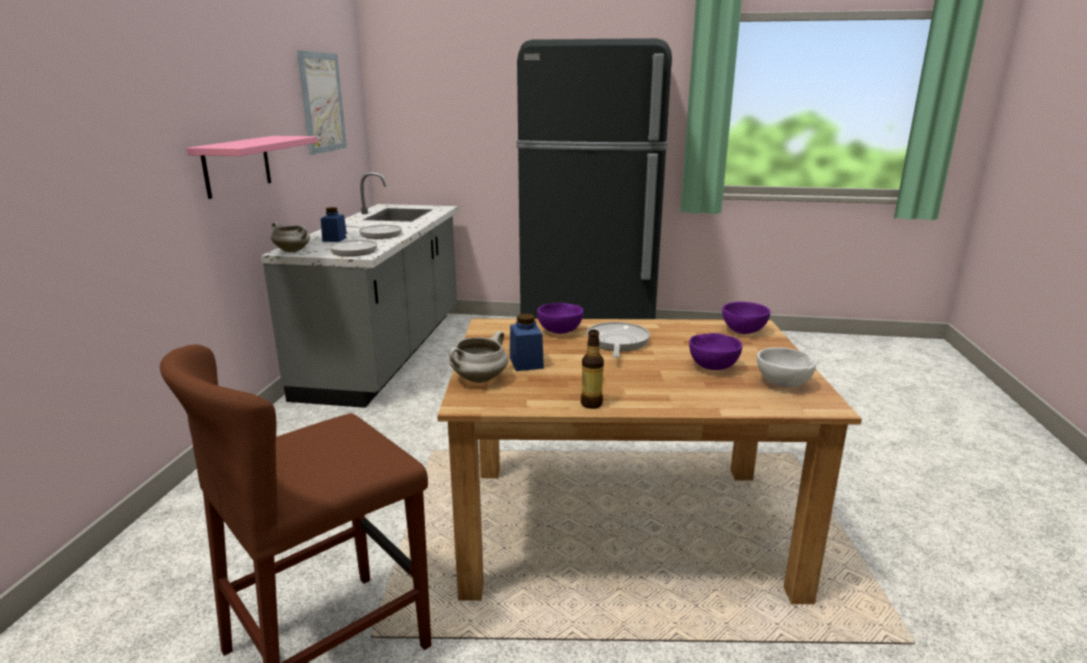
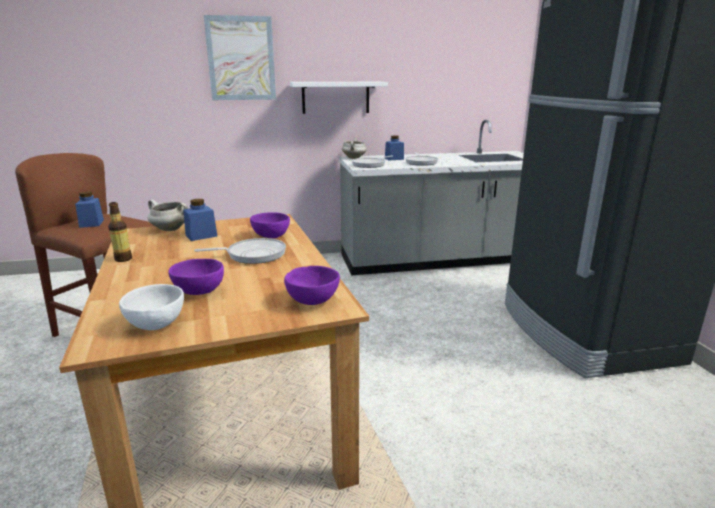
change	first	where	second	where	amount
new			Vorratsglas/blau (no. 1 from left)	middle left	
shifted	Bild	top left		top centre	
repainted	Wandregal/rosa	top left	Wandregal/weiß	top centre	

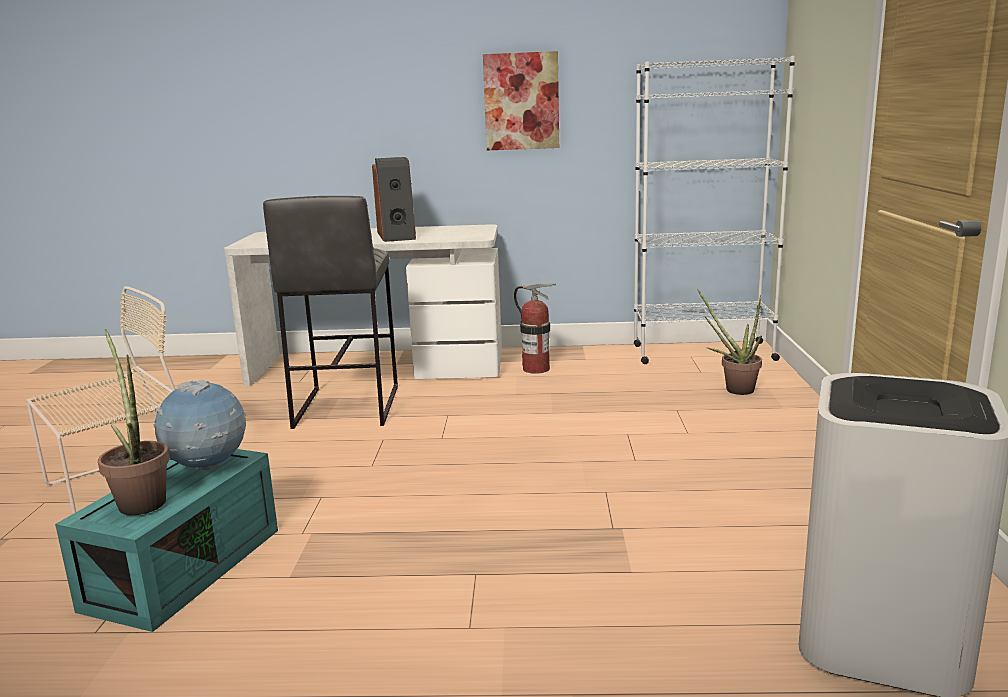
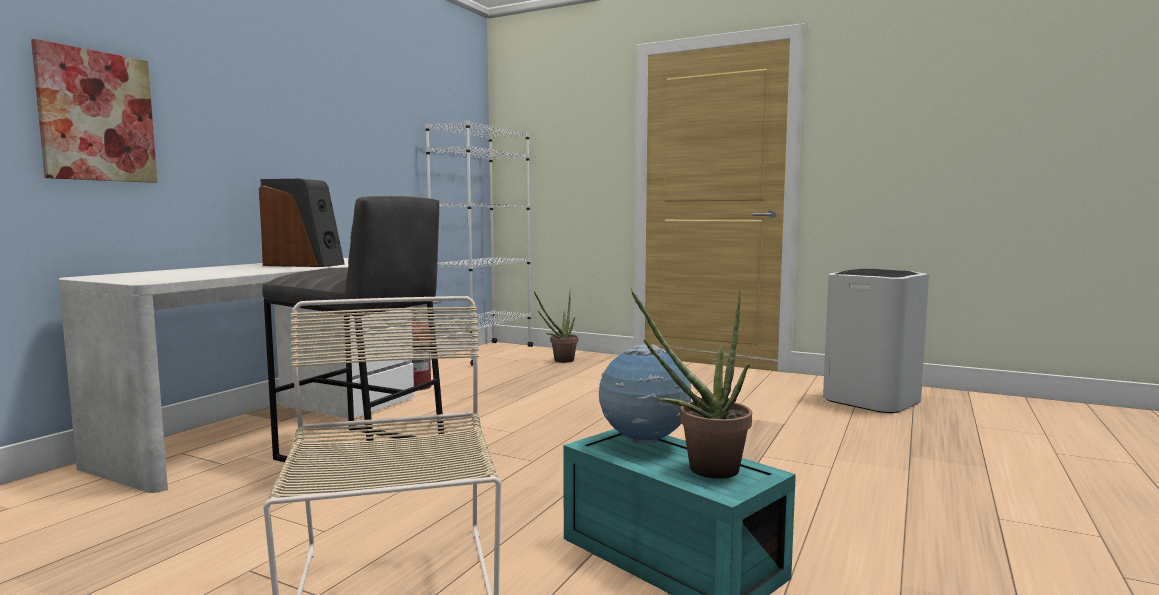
change	first	where	second	where	amount
shifted	Bild	top centre		top left	

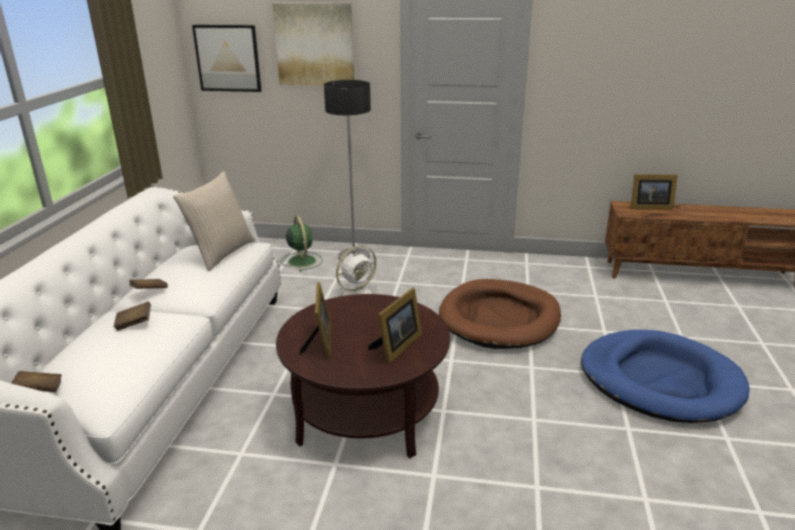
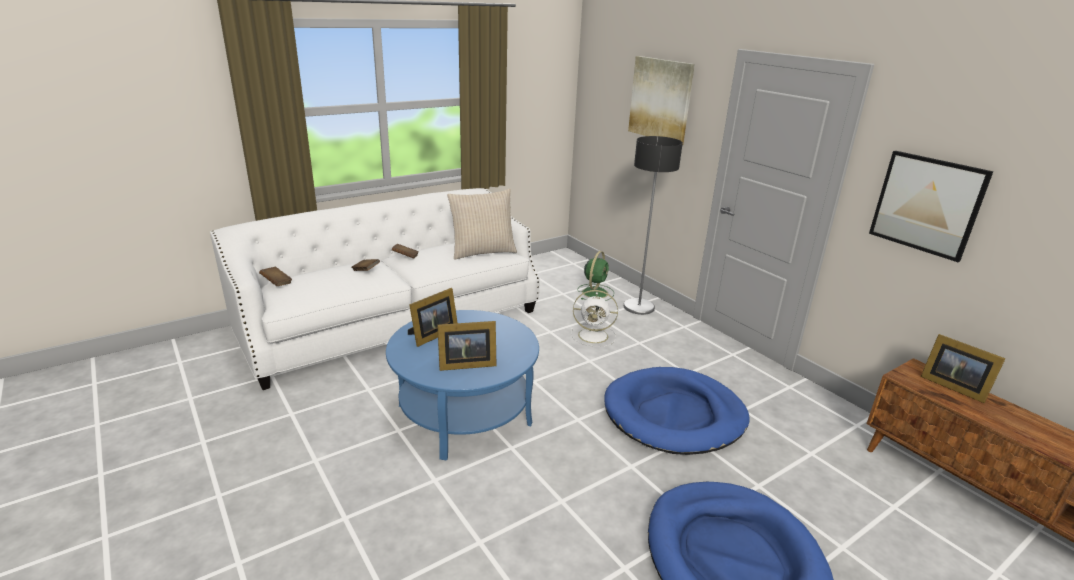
change	first	where	second	where	amount
repainted	Couchtisch/braun	bottom centre	Couchtisch/blau	centre	
repainted	Hundebett/braun	centre	Hundebett/blau (no. 1 from left)	bottom centre	
shifted	Bild (no. 1 from left in the first image)	top left	Bild (no. 2 from left)	middle right	

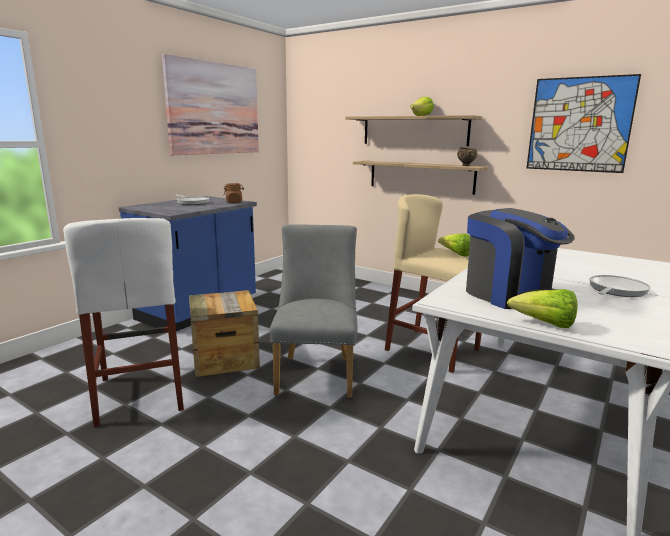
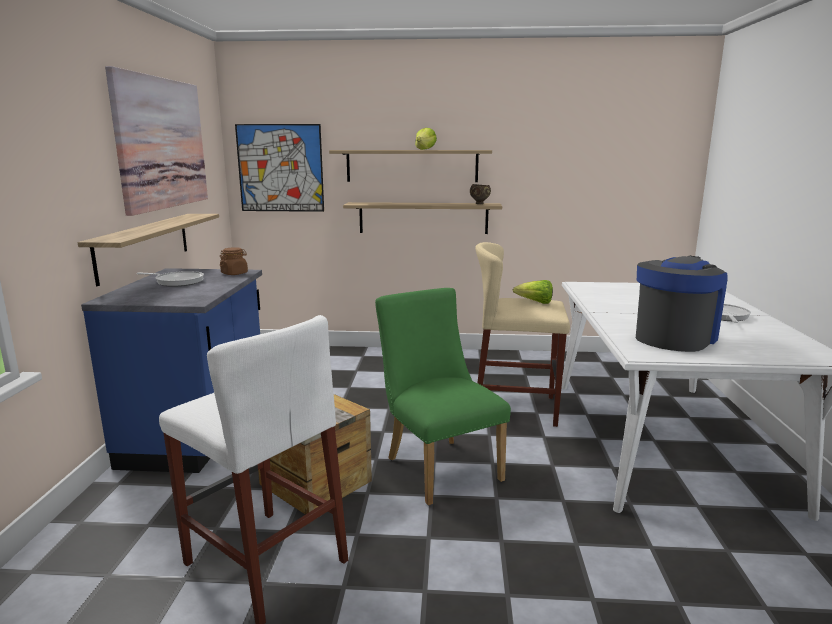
change	first	where	second	where	amount
new			Wandregal (no. 1 from left)	middle left	
shifted	Bild (no. 2 from left)	top right		top centre	
repainted	Stuhl/grau	centre	Stuhl/grün	centre	
rotated	Kaffeemaschine	middle right		middle right	75 degrees counterclockwise
gone	Salatkopf (no. 3 from left)	middle right			

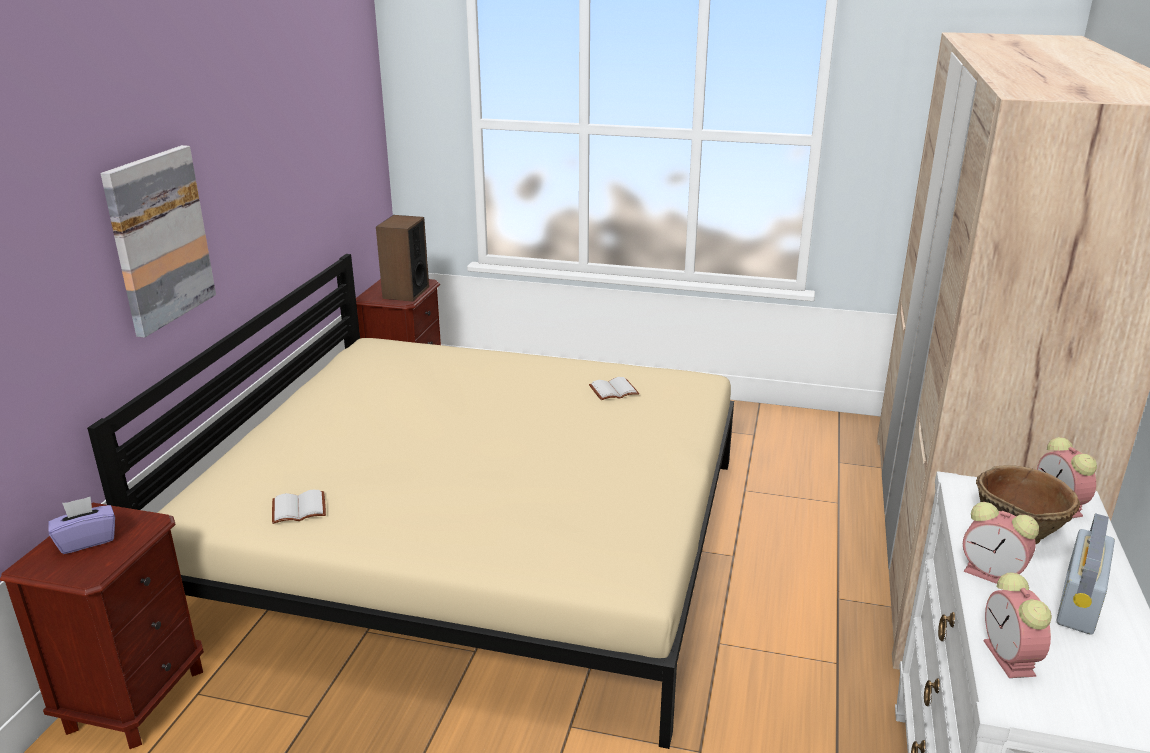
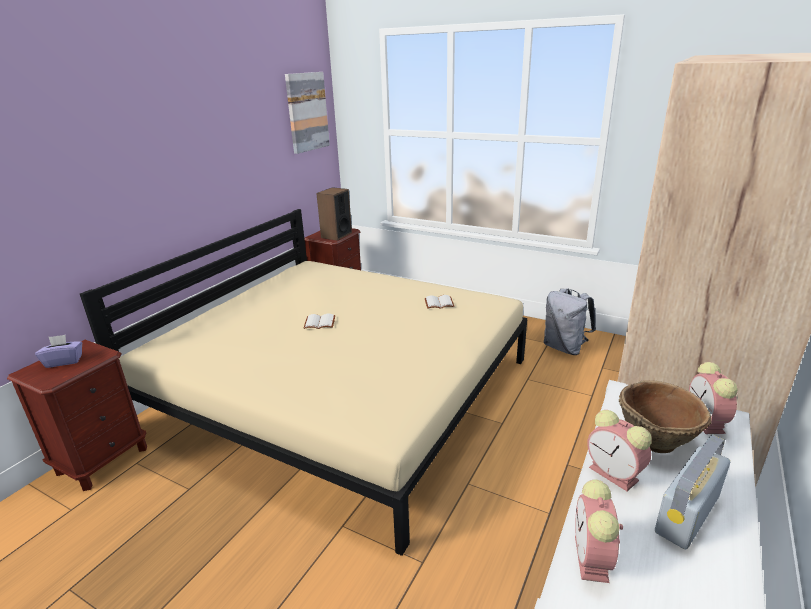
change	first	where	second	where	amount
shifted	Bild	top left		top centre	
shifted	Buch/weiß (no. 1 from left)	bottom left		centre	
new			Rucksack/grau	middle right	

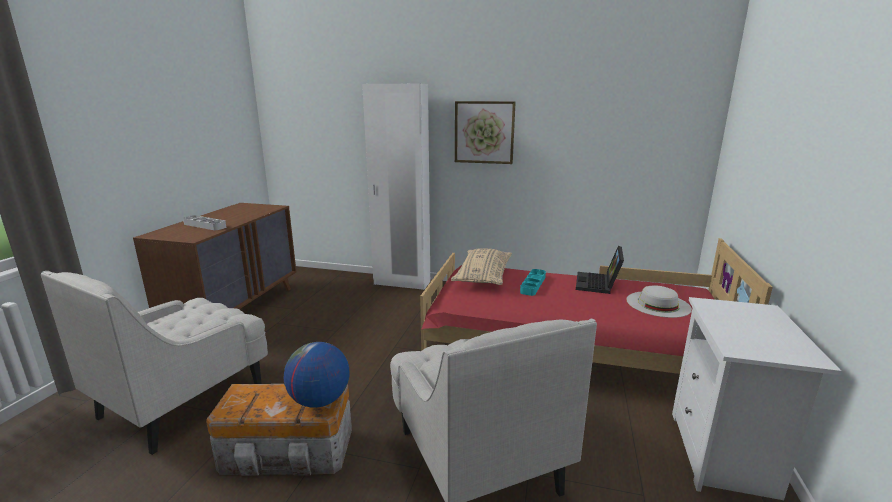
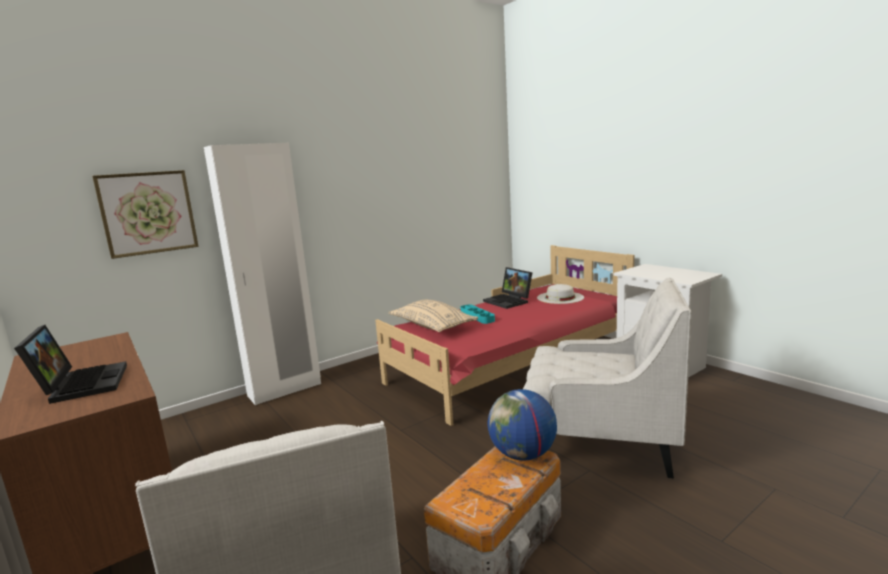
change	first	where	second	where	amount
swapped	Tablett/grau	middle left	Laptop (no. 1 from left)	middle left	
shifted	Bild	top centre		middle left	

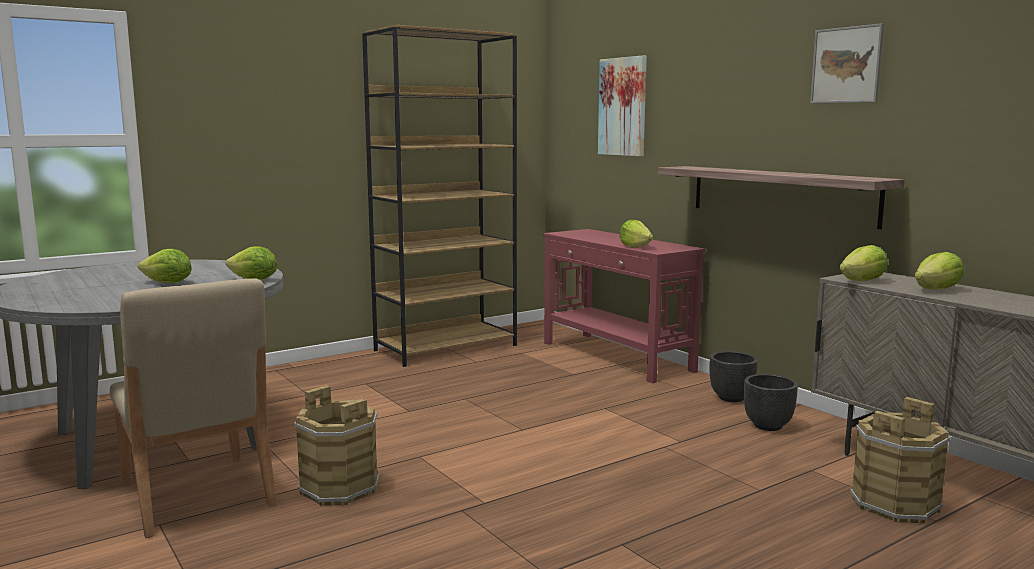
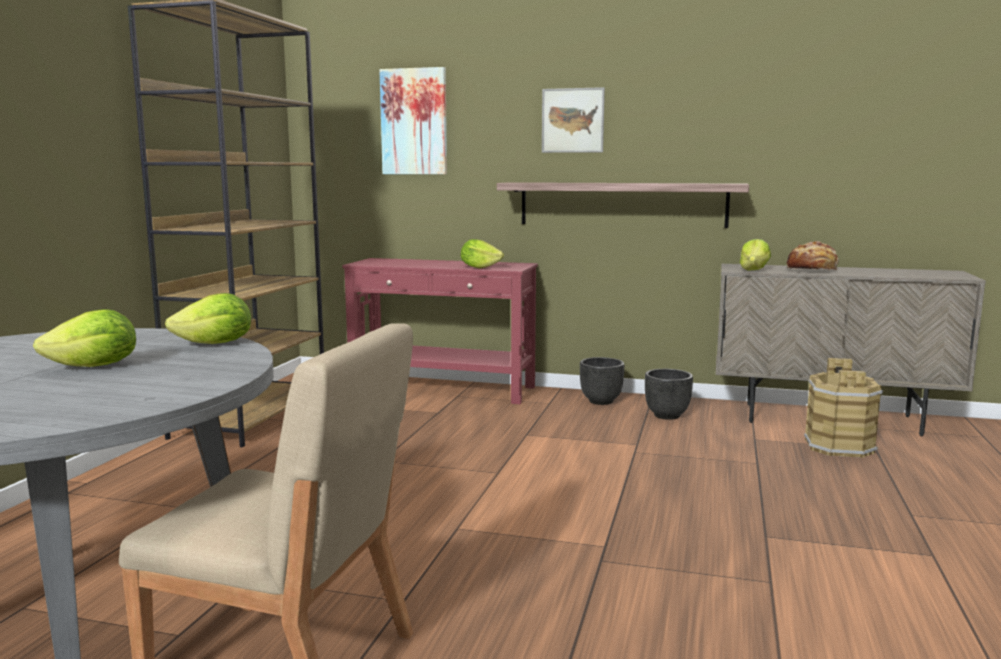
change	first	where	second	where	amount
shifted	Bild (no. 2 from left)	top right		top centre	
swapped	Salatkopf (no. 5 from left)	middle right	Brot	middle right	
gone	Eimer/braun (no. 1 from left)	bottom left			

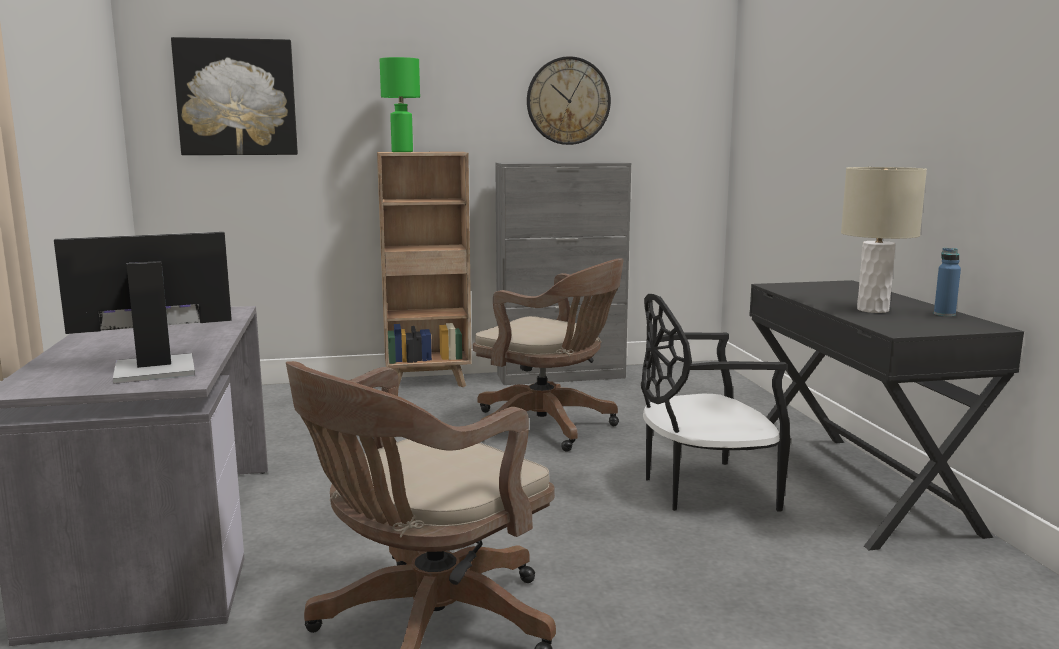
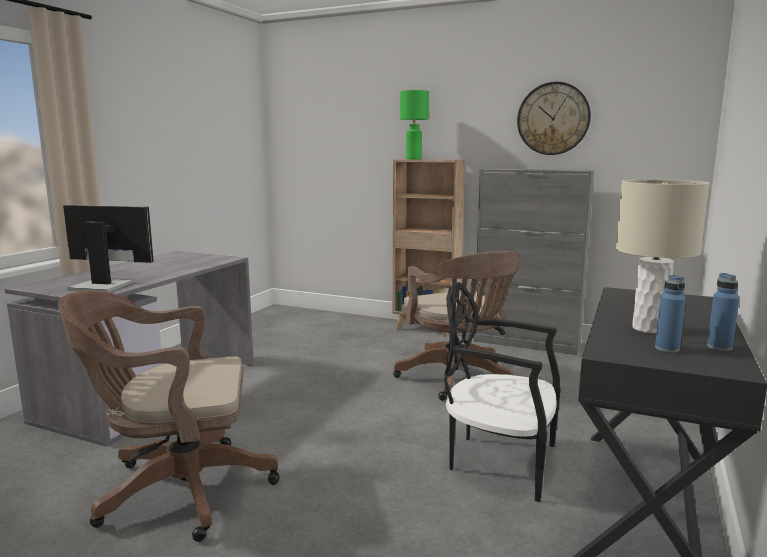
change	first	where	second	where	amount
new			Flasche/blau (no. 1 from left)	middle right	
gone	Bild	top left			

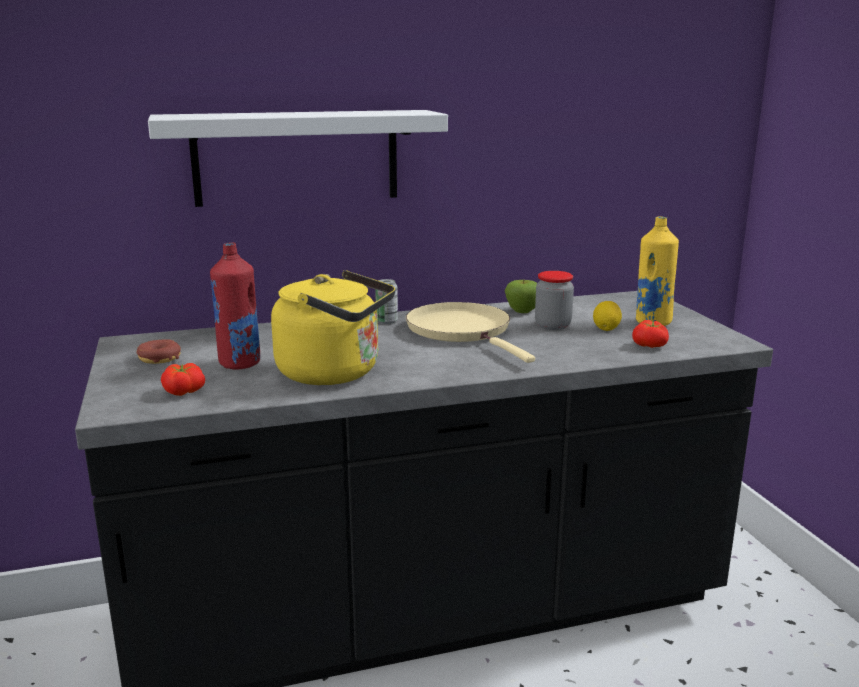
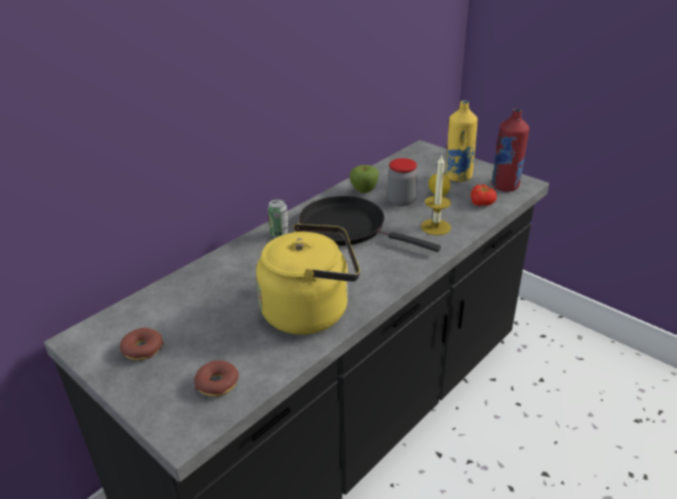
change	first	where	second	where	amount
swapped	Tomate (no. 1 from left)	middle left	Donut (no. 2 from left)	bottom left	
repainted	Pfanne/beige	centre	Pfanne/schwarz	centre	
new			Kerze	centre	
shifted	Flasche/rot	middle left		top right	
gone	Wandregal/weiß	top centre			

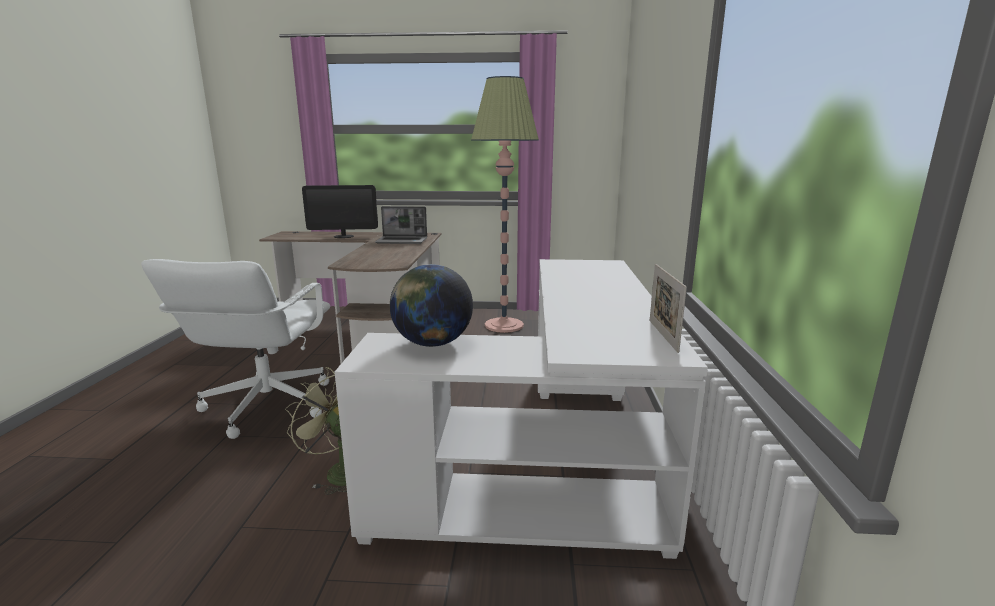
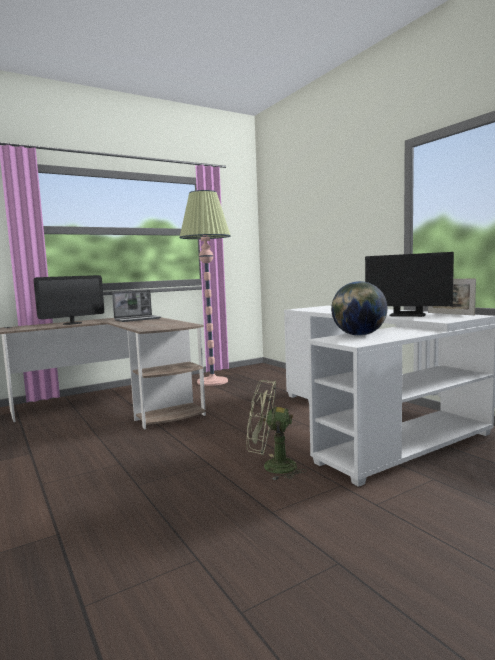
change	first	where	second	where	amount
new			Monitor (no. 2 from left)	middle right	
gone	Bürostuhl/weiß	middle left			

